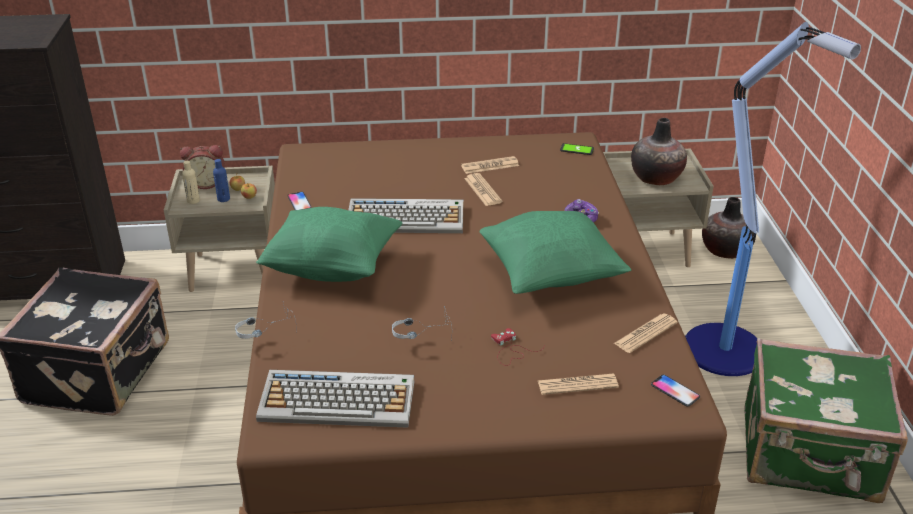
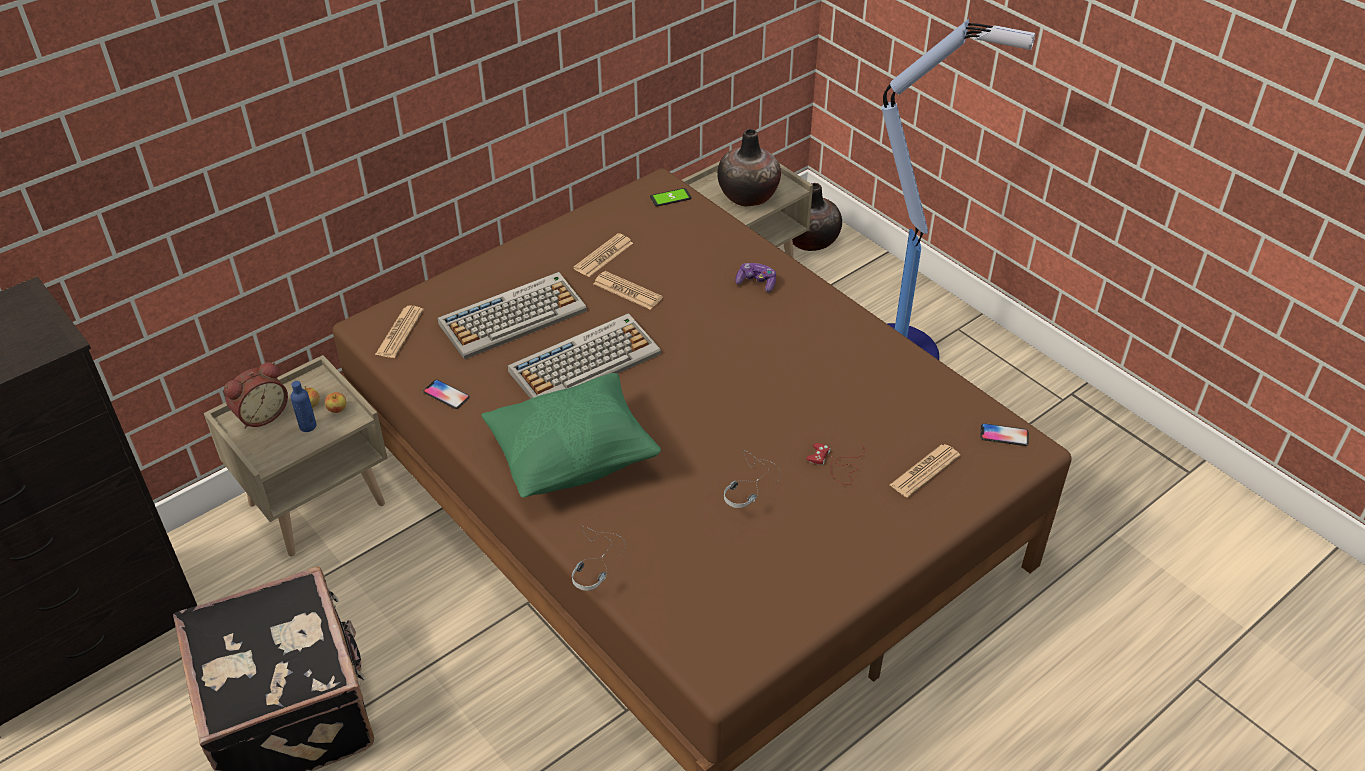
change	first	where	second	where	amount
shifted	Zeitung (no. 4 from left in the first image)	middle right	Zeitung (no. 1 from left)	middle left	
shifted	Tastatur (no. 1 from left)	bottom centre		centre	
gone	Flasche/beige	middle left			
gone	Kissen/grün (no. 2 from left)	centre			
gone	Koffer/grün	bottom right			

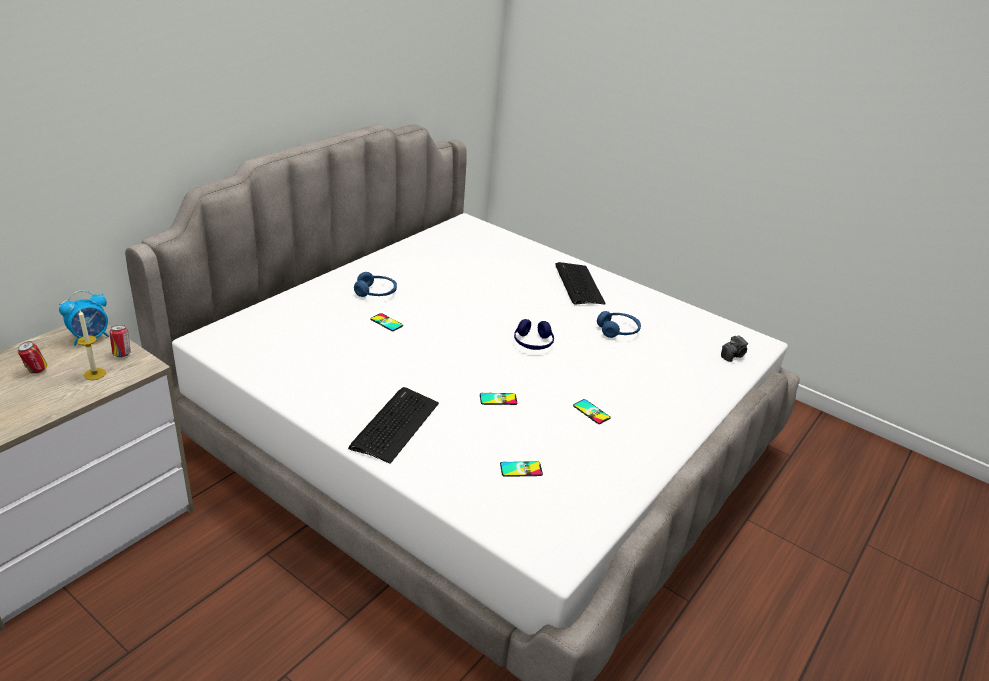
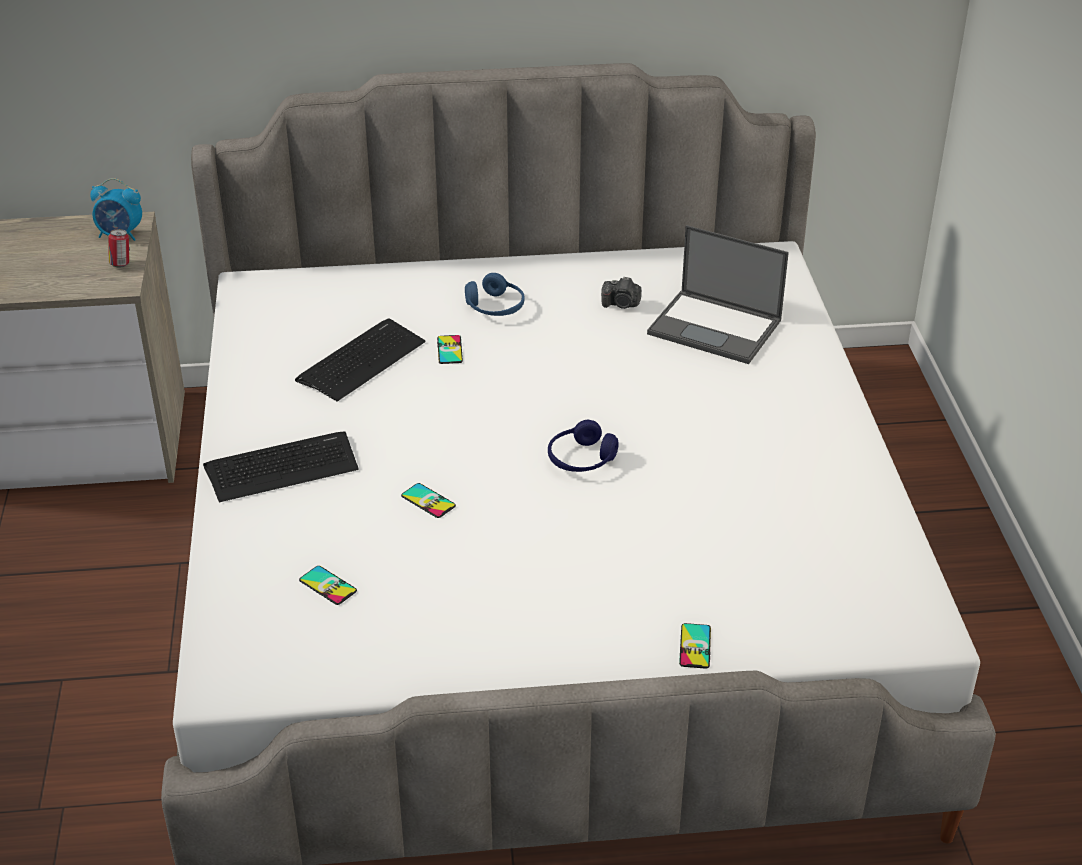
change	first	where	second	where	amount
shifted	Tastatur (no. 2 from left)	centre		middle left	
shifted	Kamera	middle right		centre	
new			Laptop	centre	
shifted	Handy (no. 4 from left)	centre		bottom centre	
gone	Dose (no. 1 from left)	middle left			
gone	Kerze	middle left			
gone	Kopfhörer/blau (no. 3 from left)	centre			

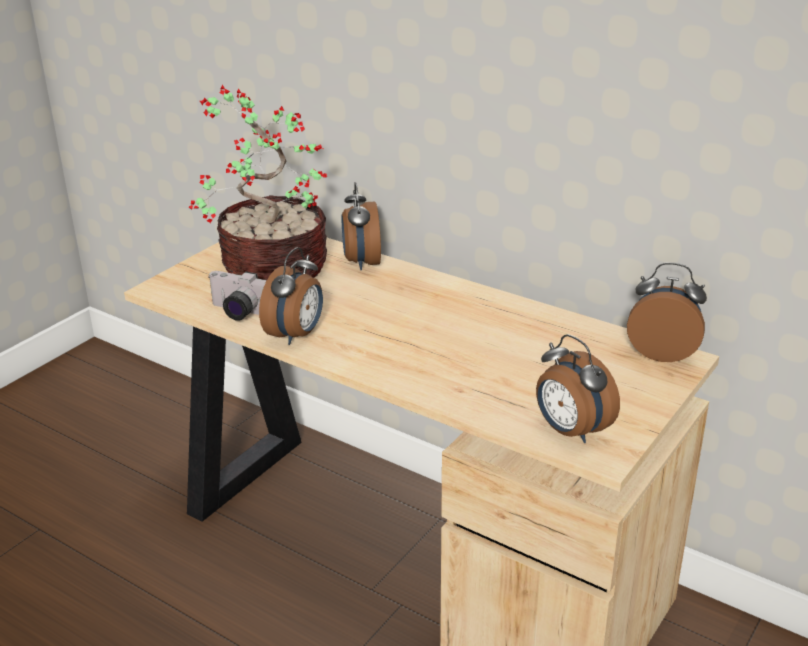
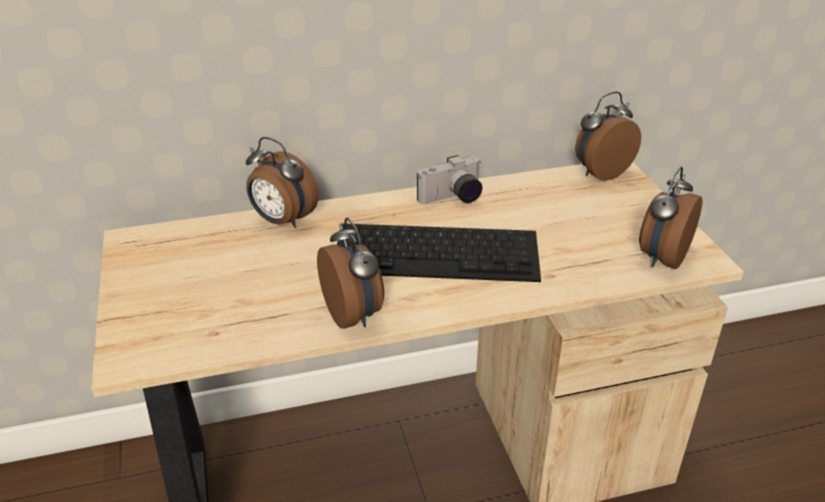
change	first	where	second	where	amount
new			Tastatur	centre	
shifted	Kamera	middle left		centre	
rotated	Wecker (no. 3 from left in the first image)	middle right	Wecker (no. 4 from left)	middle right	120 degrees clockwise
gone	Topfpflanze	top left			

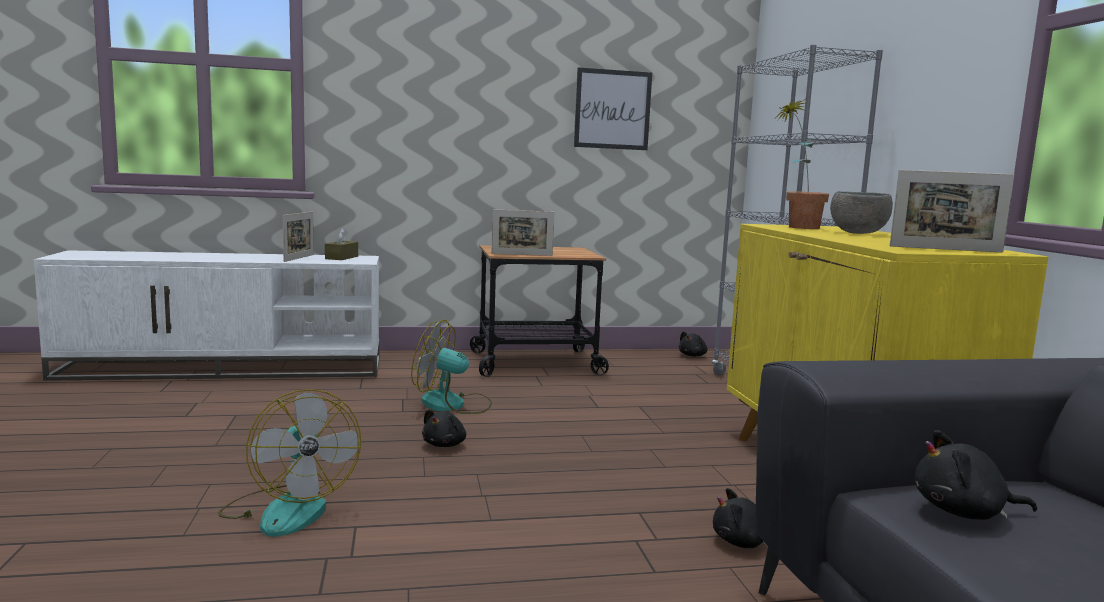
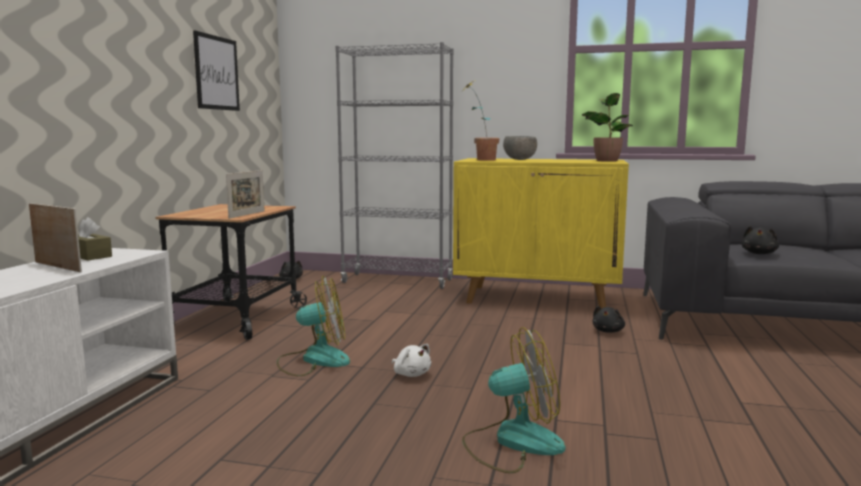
change	first	where	second	where	amount
rotated	Ventilator (no. 2 from left in the first image)	centre	Ventilator (no. 1 from left)	bottom centre	135 degrees counterclockwise
repainted	Plüschtier/schwarz (no. 1 from left)	bottom centre	Plüschtier/weiß	bottom centre	
swapped	Bilderrahmen (no. 3 from left)	middle right	Topfpflanze (no. 2 from left)	top right	

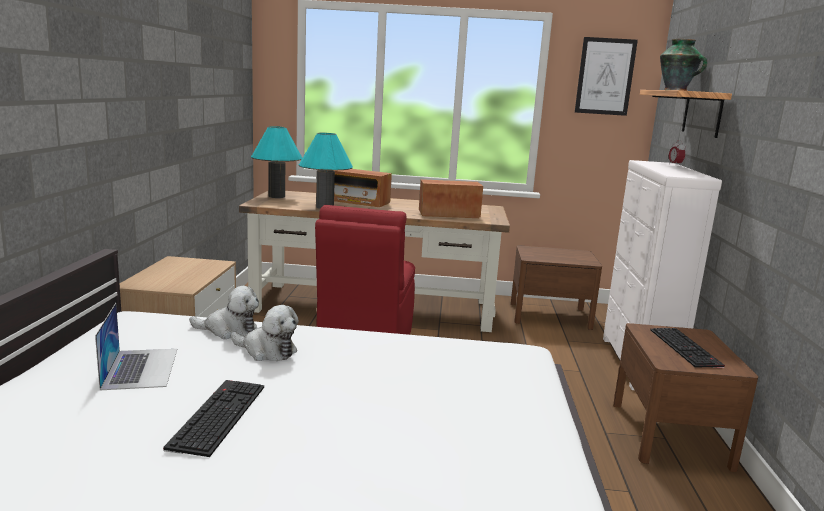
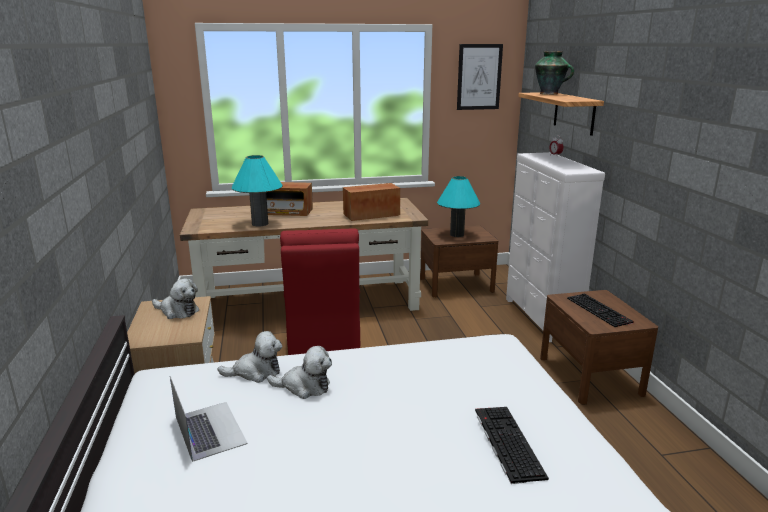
change	first	where	second	where	amount
new			Plüschtier (no. 1 from left)	middle left	
shifted	Tischlampe/türkis (no. 1 from left in the first image)	top centre	Tischlampe/türkis (no. 2 from left)	centre	
shifted	Tastatur (no. 1 from left)	bottom left		bottom right	

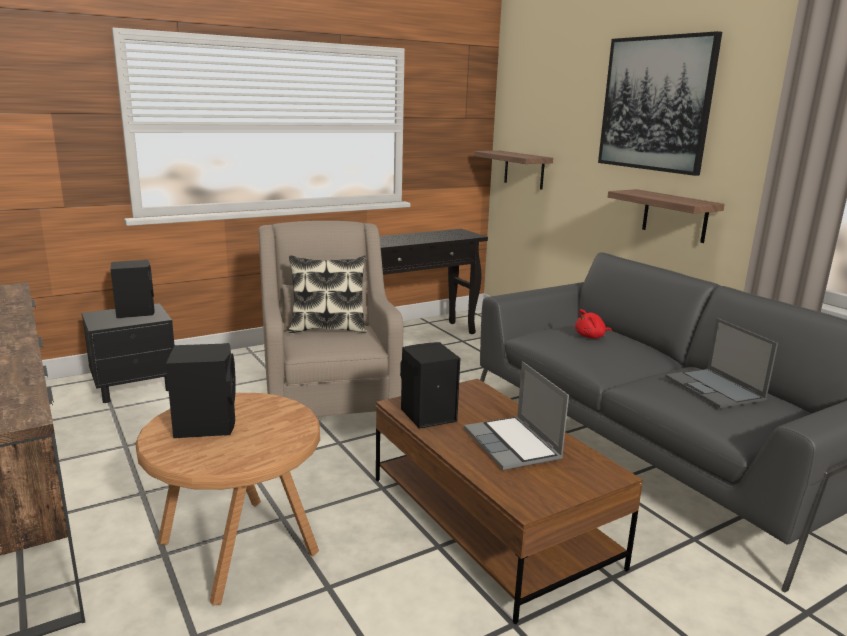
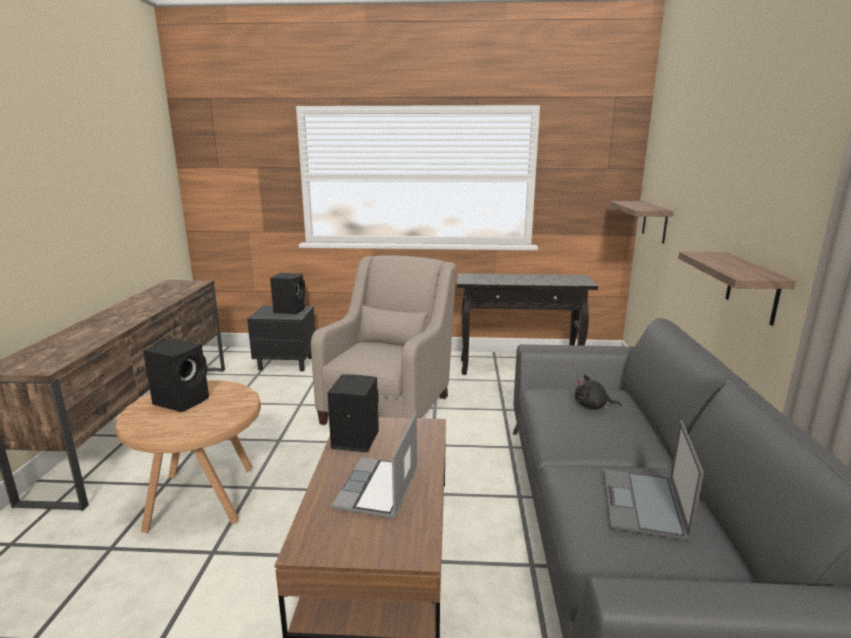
change	first	where	second	where	amount
repainted	Plüschtier/rot	middle right	Plüschtier/schwarz	middle right	
gone	Kissen	centre			
gone	Bild	top right			

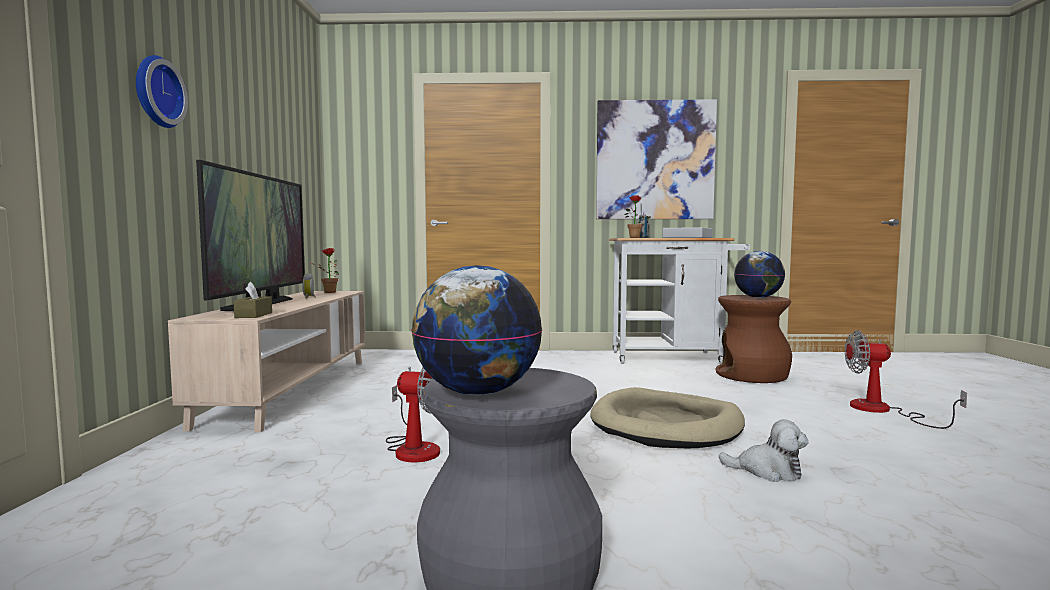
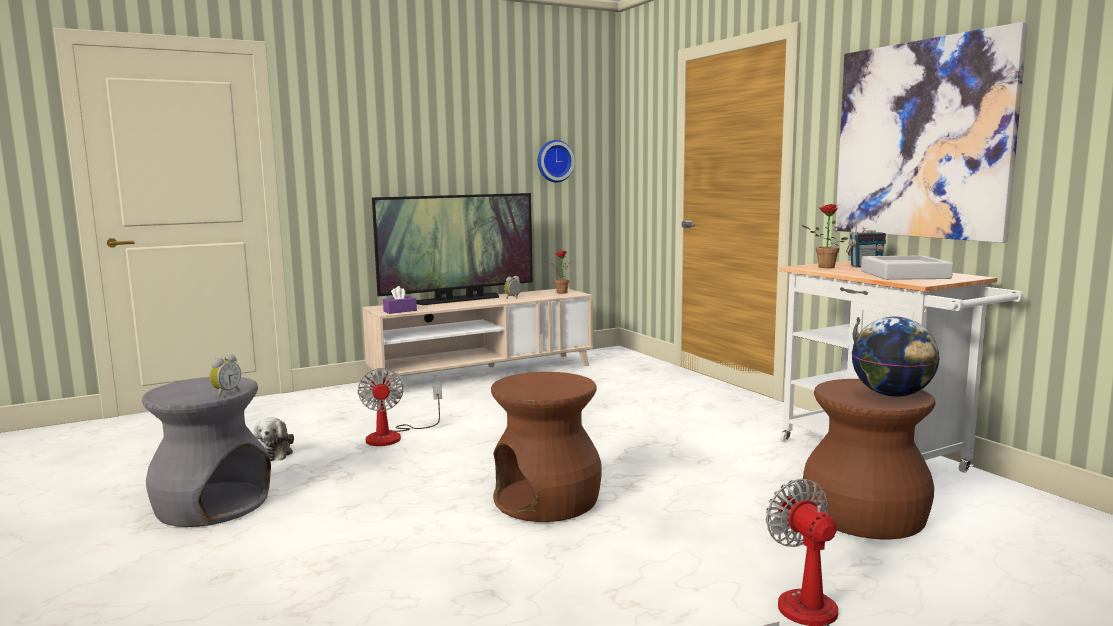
change	first	where	second	where	amount
new			Wecker (no. 1 from left)	middle left	
shifted	Plüschtier	bottom right		bottom left	
repainted	Taschentuchbox/braun	middle left	Taschentuchbox/lila	centre	
swapped	Hundebett/beige	bottom centre	Hocker/braun (no. 1 from left)	bottom centre	
shifted	Wanduhr	top left		top centre	
gone	Globus (no. 1 from left)	centre			

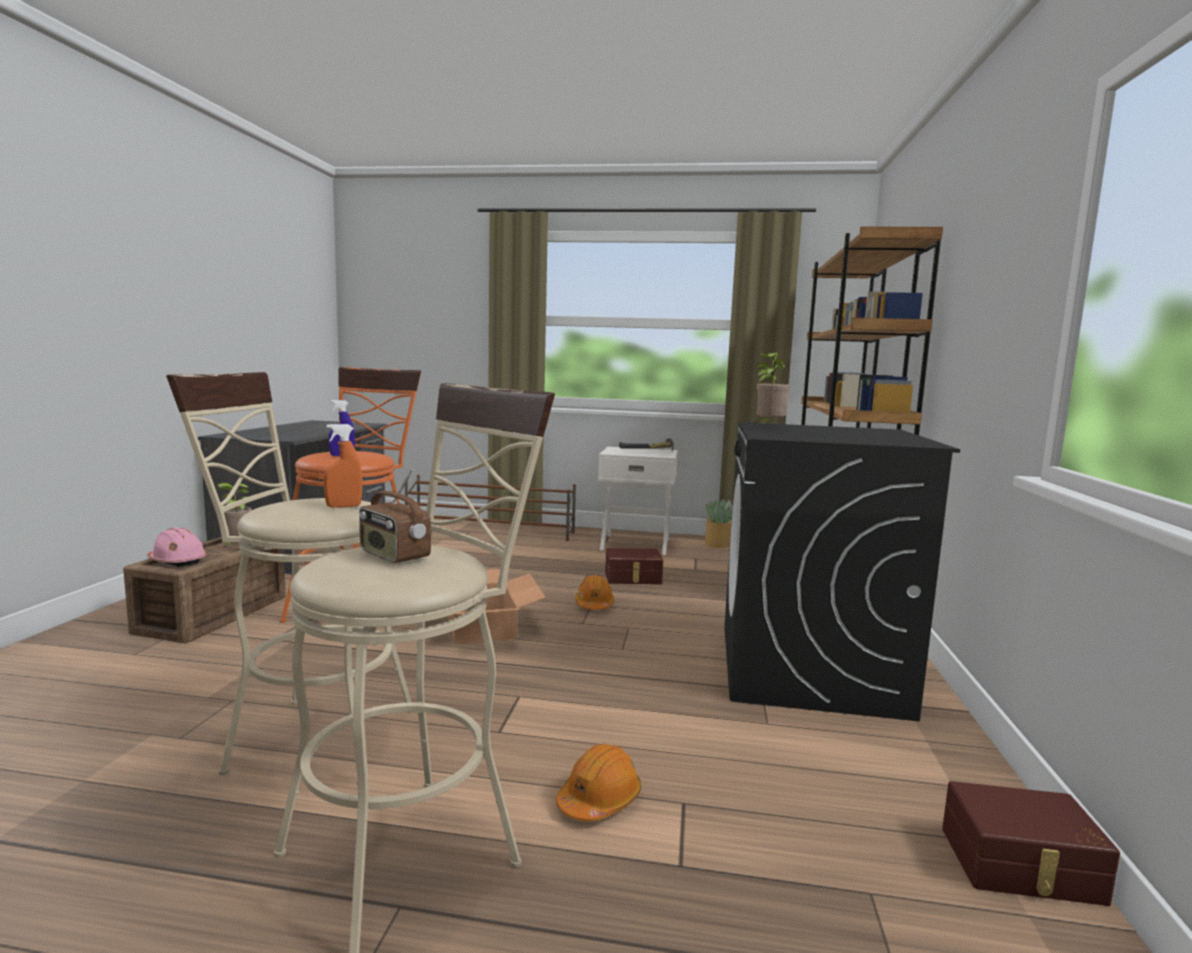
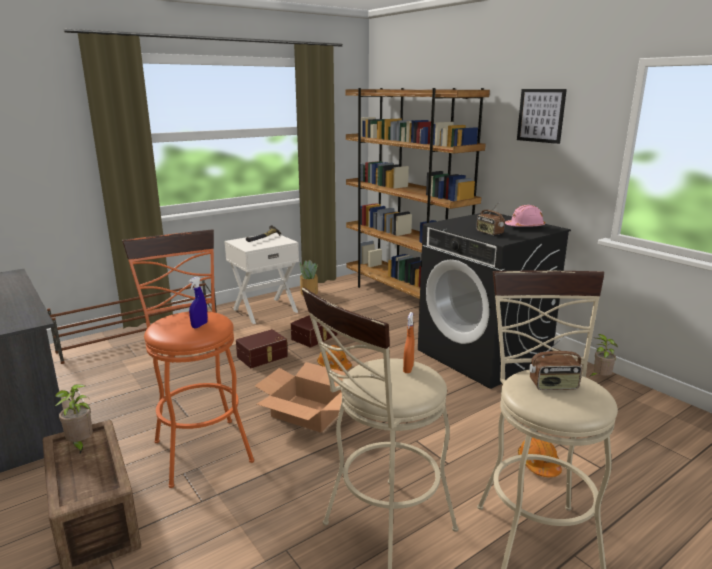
change	first	where	second	where	amount
shifted	Aufbewahrungsbox/braun (no. 2 from left in the first image)	bottom right	Aufbewahrungsbox/braun (no. 1 from left)	centre	
new			Radio (no. 1 from left)	middle right	
shifted	Schutzhelm/rosa	middle left		middle right	
new			Bild	top right	
shifted	Topfpflanze (no. 3 from left)	centre		middle right	

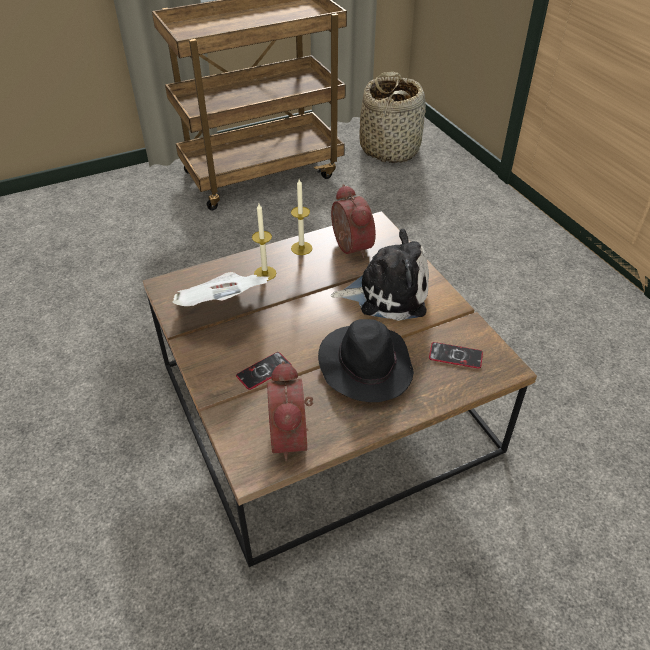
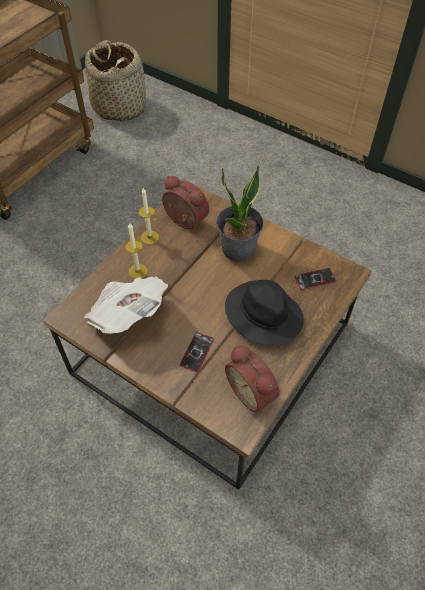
change	first	where	second	where	amount
swapped	Plüschtier	centre	Topfpflanze	centre	

